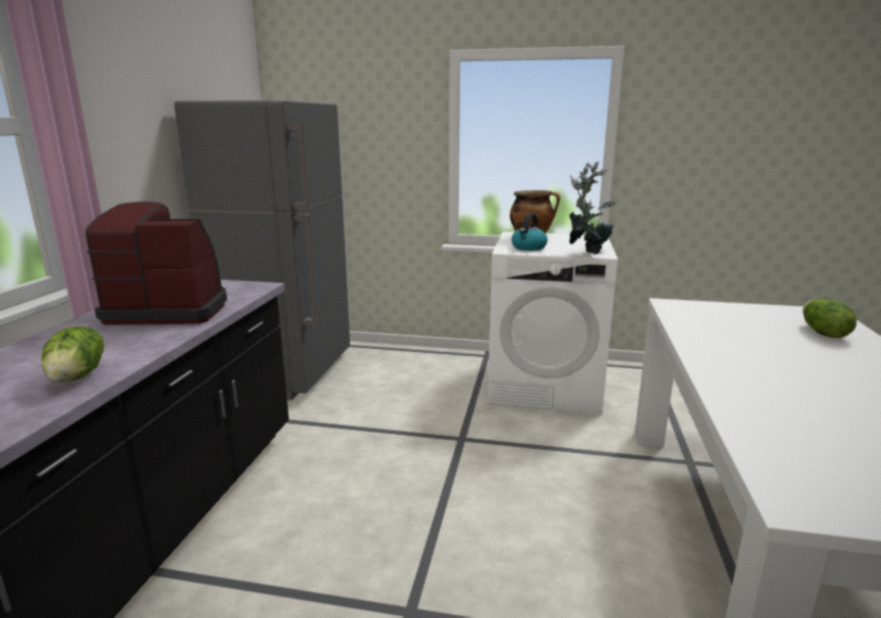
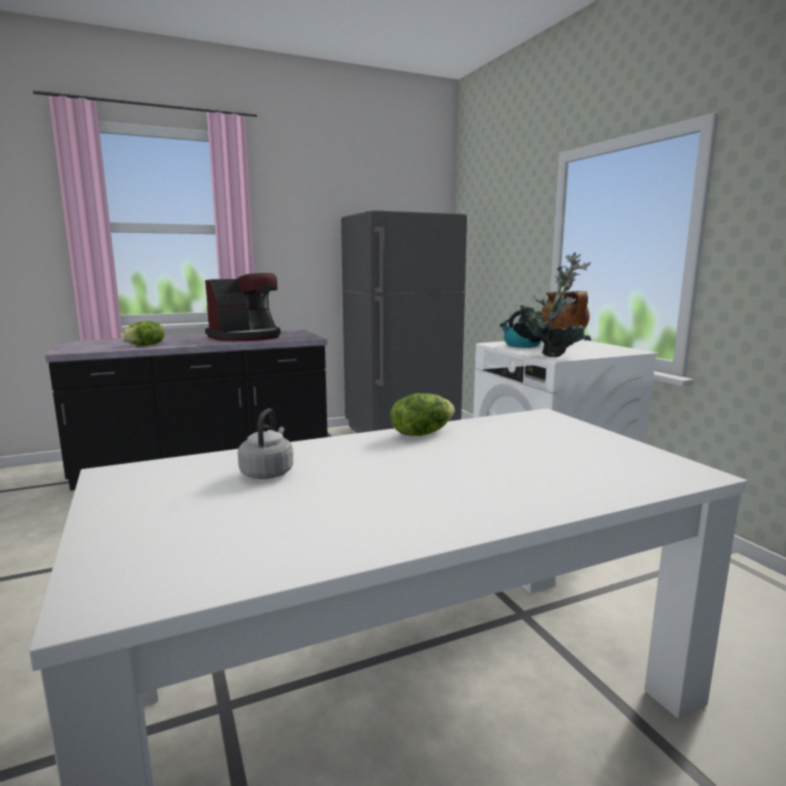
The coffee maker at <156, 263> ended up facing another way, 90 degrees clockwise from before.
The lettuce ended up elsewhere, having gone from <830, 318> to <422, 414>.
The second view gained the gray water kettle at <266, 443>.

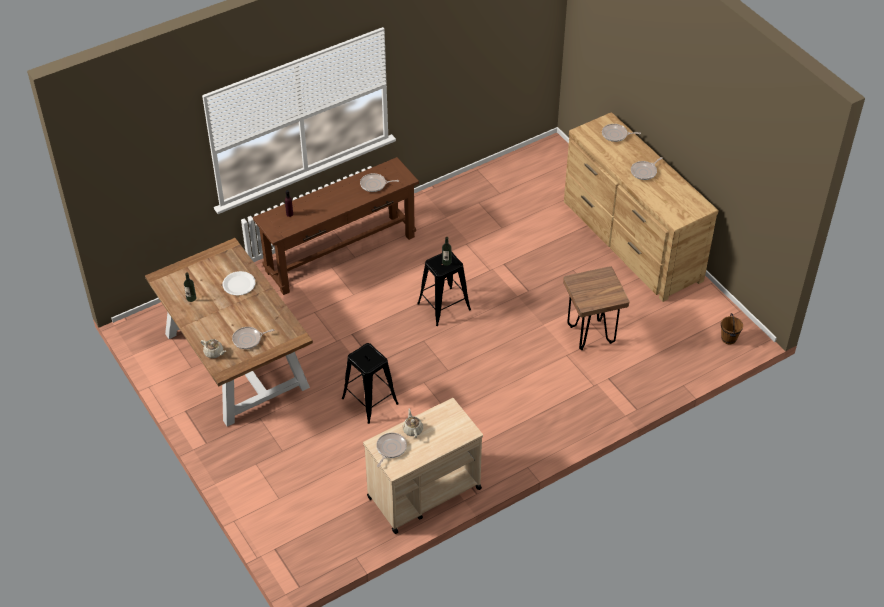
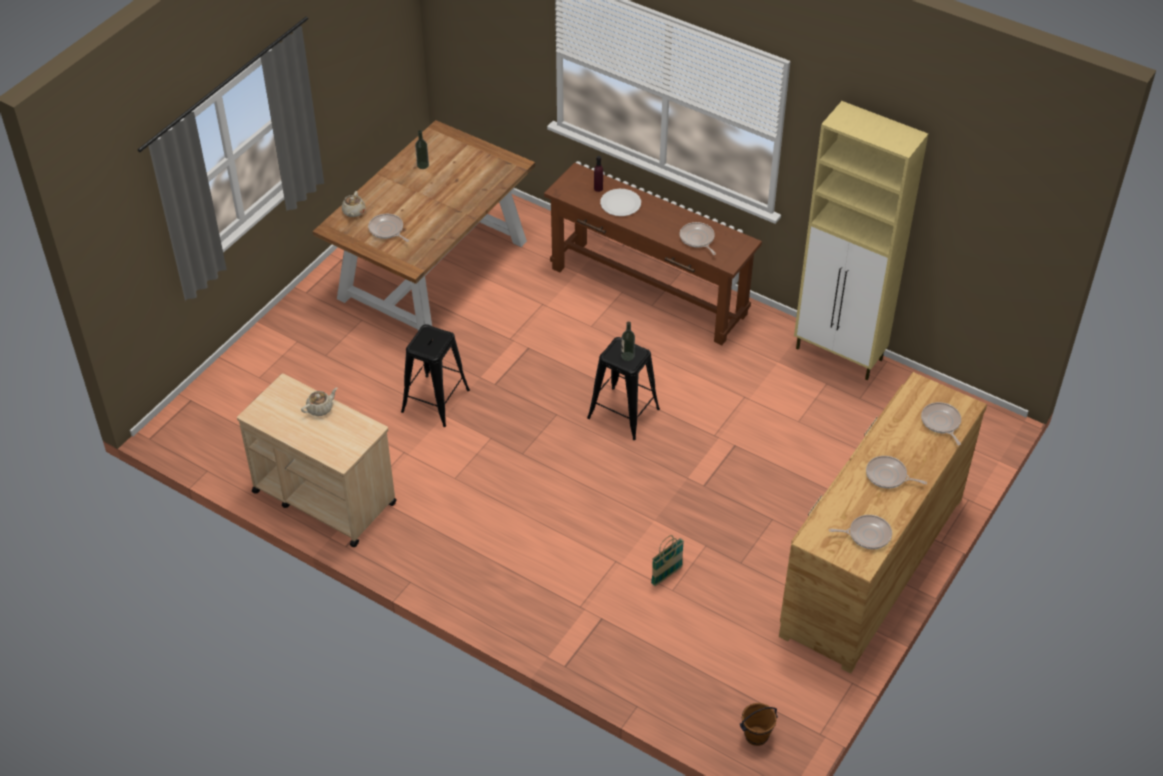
Where the brown-coloured stool seat stood at <596, 308>, the storage basket came to stand at <667, 560>.
The white-coloured plate ended up elsewhere, having gone from <239, 283> to <620, 202>.
The skillet ended up elsewhere, having gone from <391, 450> to <860, 532>.
The second view gained the beige-coloured storage cabinet at <861, 240>.

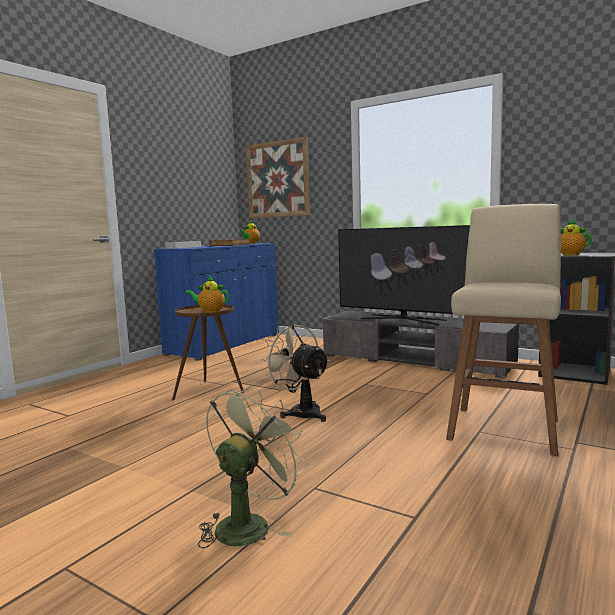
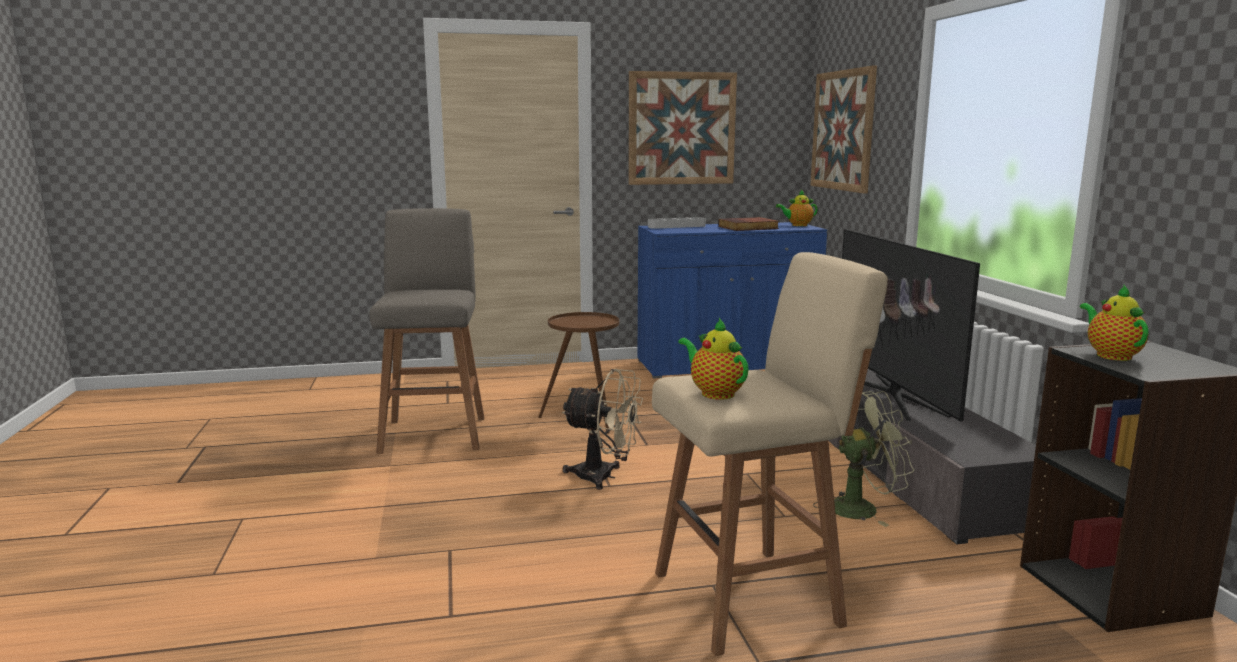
The pot for tea ended up elsewhere, having gone from <207, 294> to <713, 359>.
The beige-coloured cooling fan at <295, 373> ended up facing another way, 105 degrees clockwise from before.
The green cooling fan ended up elsewhere, having gone from <253, 466> to <864, 459>.
The second view gained the wall picture at <682, 128>.
The second view gained the gray stool seat at <427, 331>.

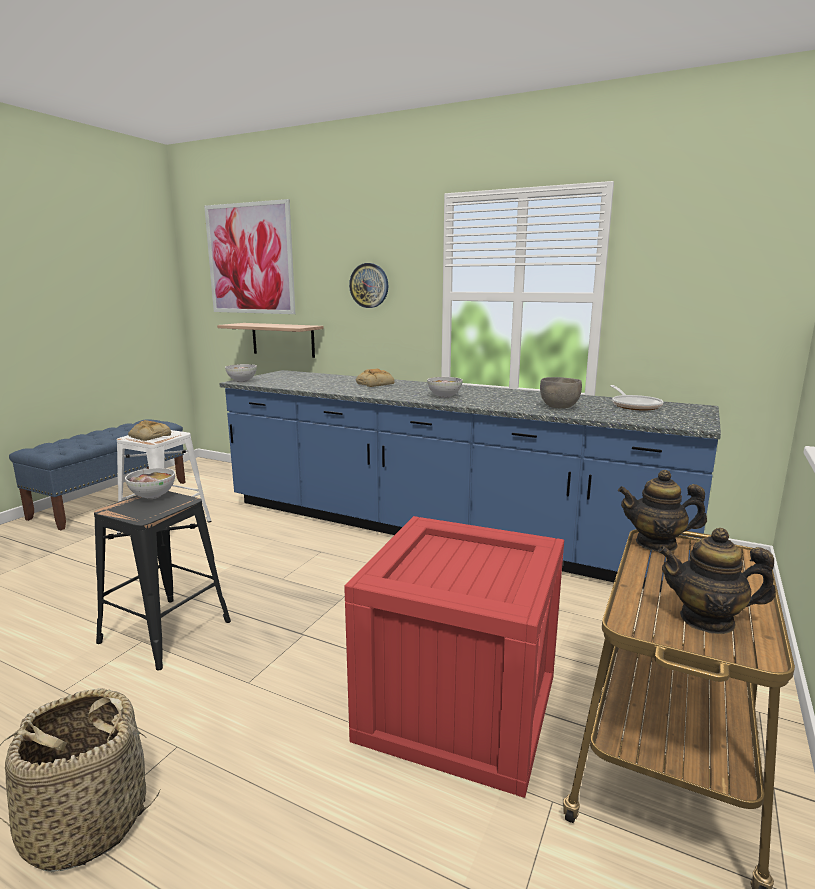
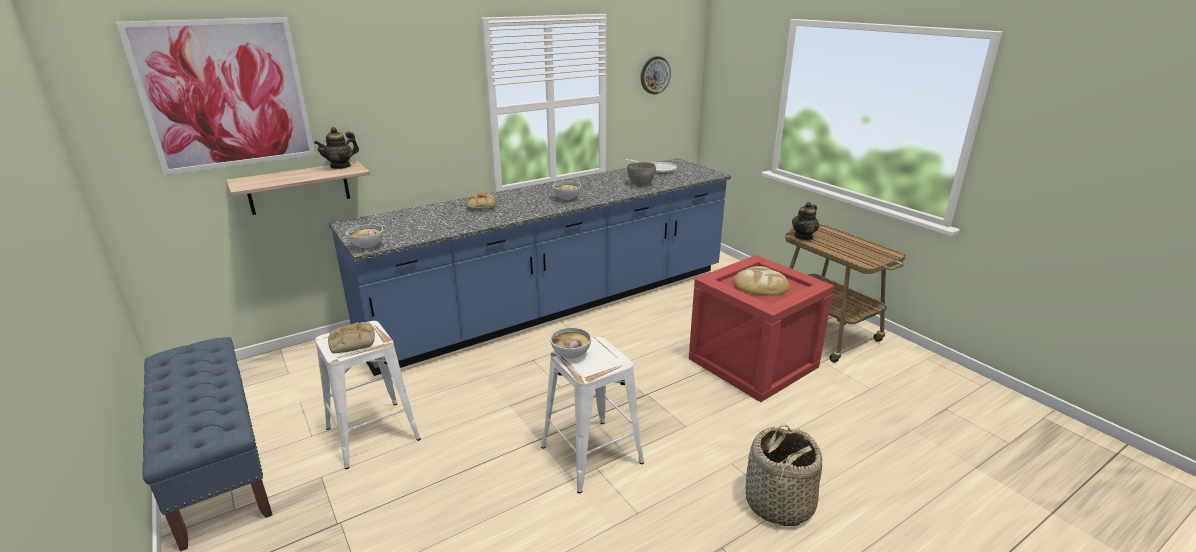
The wall clock ended up elsewhere, having gone from <368, 285> to <656, 75>.
What was the blackish stool seat at <162, 580> turned into the white-coloured stool seat at <592, 415>.
The pot for tea ended up elsewhere, having gone from <717, 581> to <336, 148>.
The second view gained the baked bread at <761, 281>.

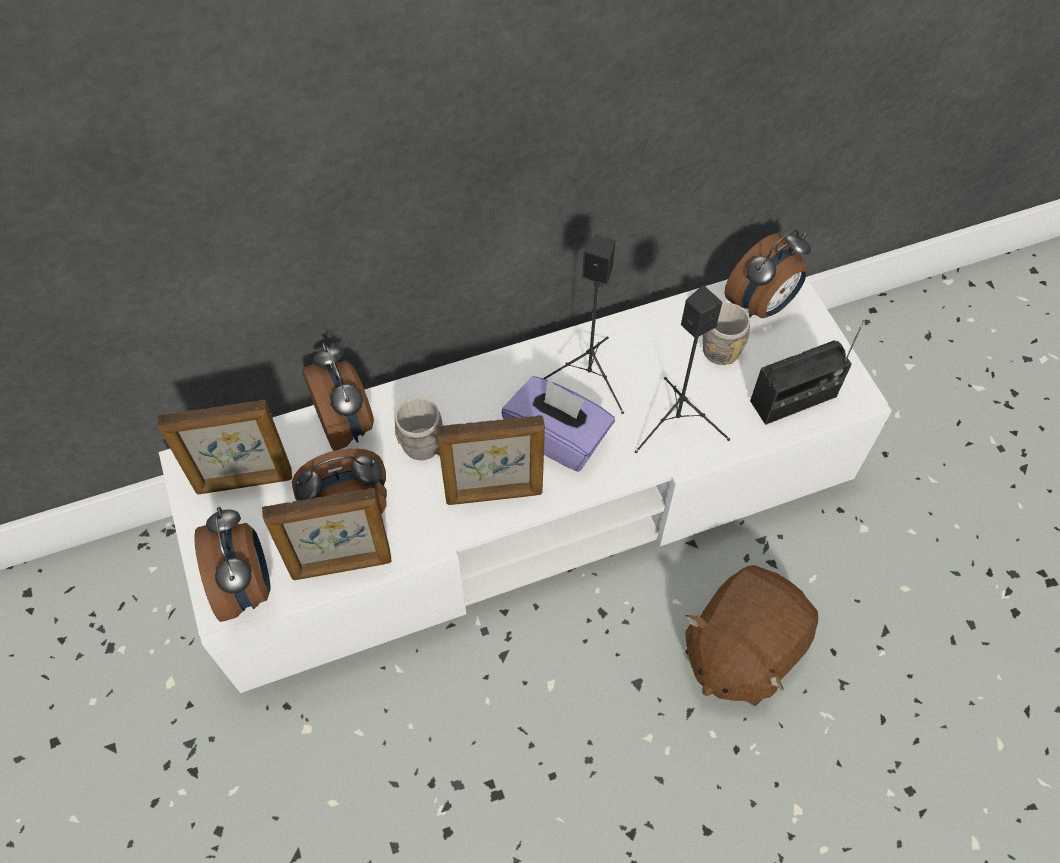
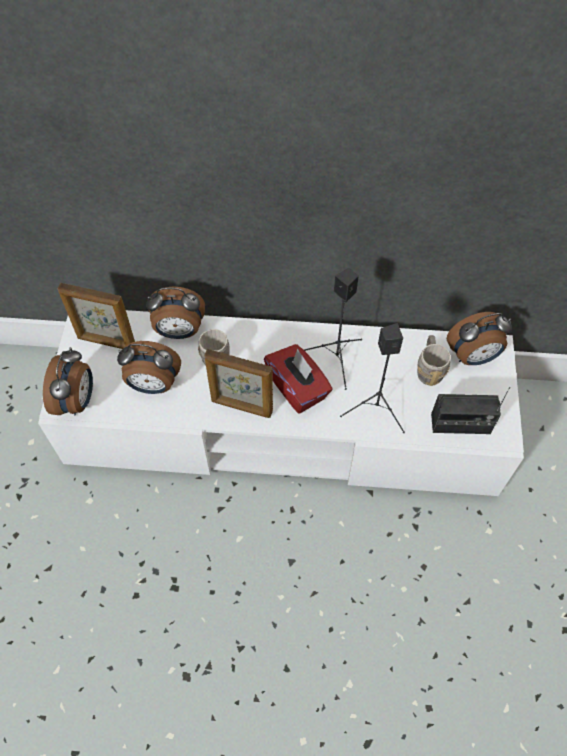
The bedside clock at <338, 397> ended up facing another way, 90 degrees clockwise from before.
What was the purple-coloured tissue box at <558, 424> turned into the red-coloured tissue box at <298, 379>.
The second view lost the picture frame at <327, 534>.
The second view lost the brown-coloured soft toy at <751, 635>.

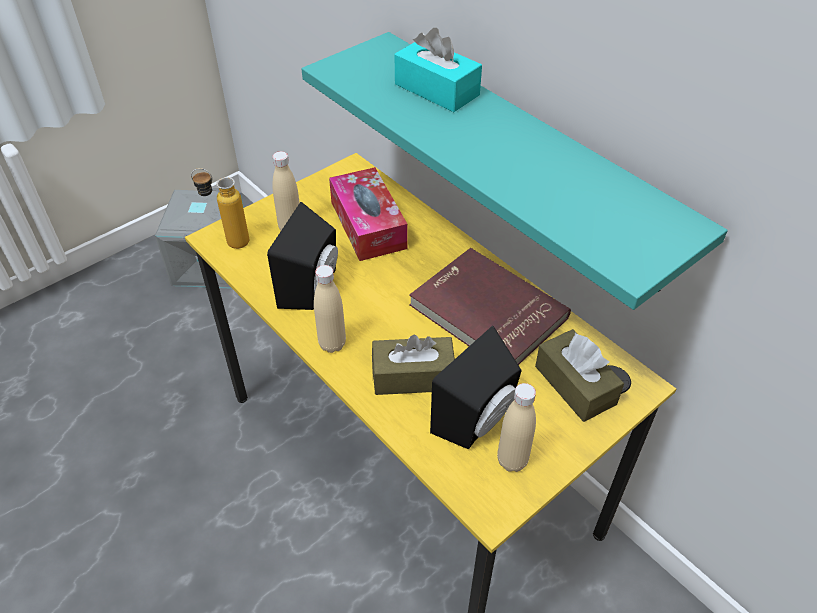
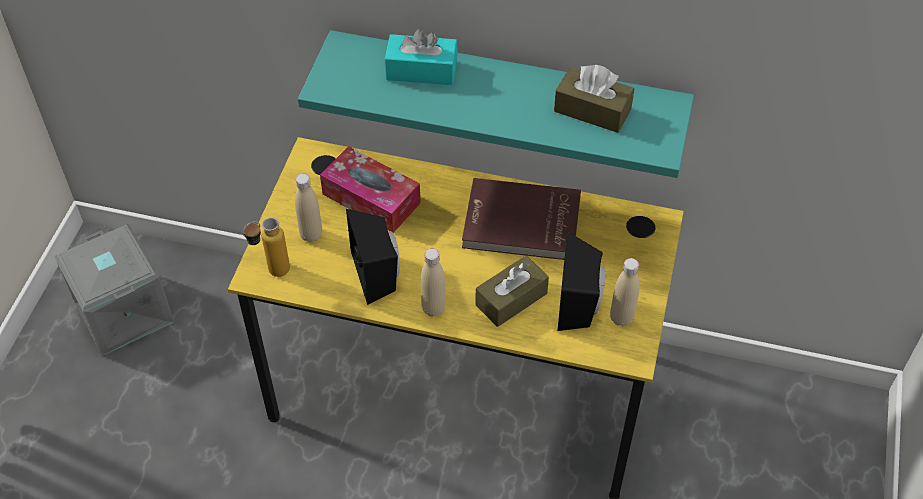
The brown-coloured tissue box ended up elsewhere, having gone from <579, 375> to <594, 99>.

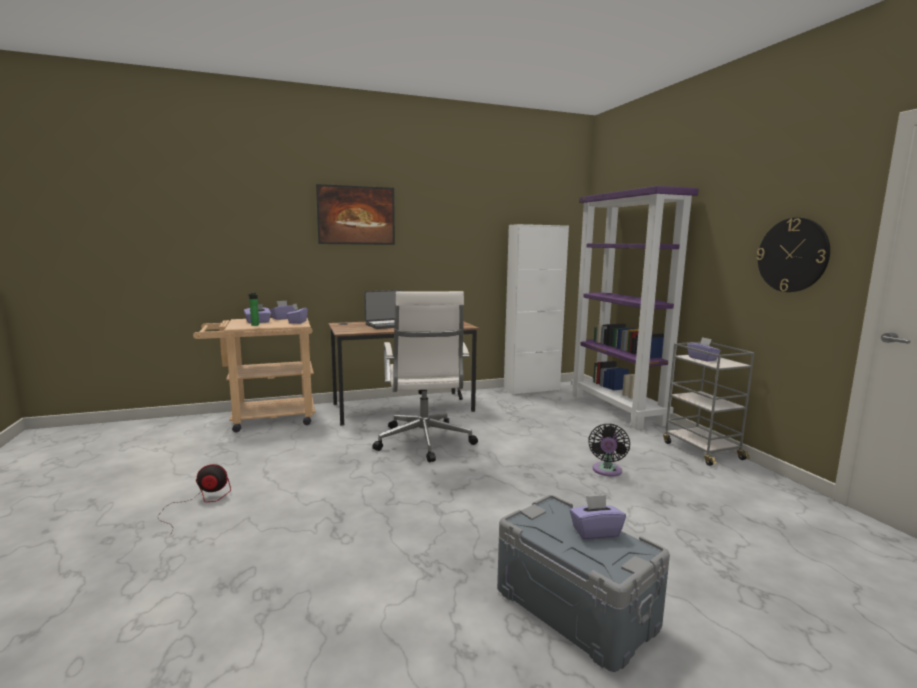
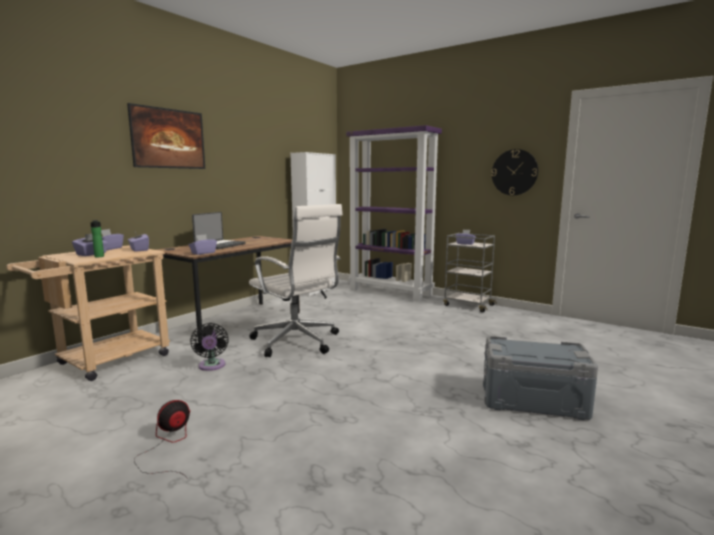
The blackish cooling fan ended up elsewhere, having gone from <609, 450> to <209, 347>.
The purple-coloured tissue box ended up elsewhere, having gone from <598, 517> to <203, 244>.

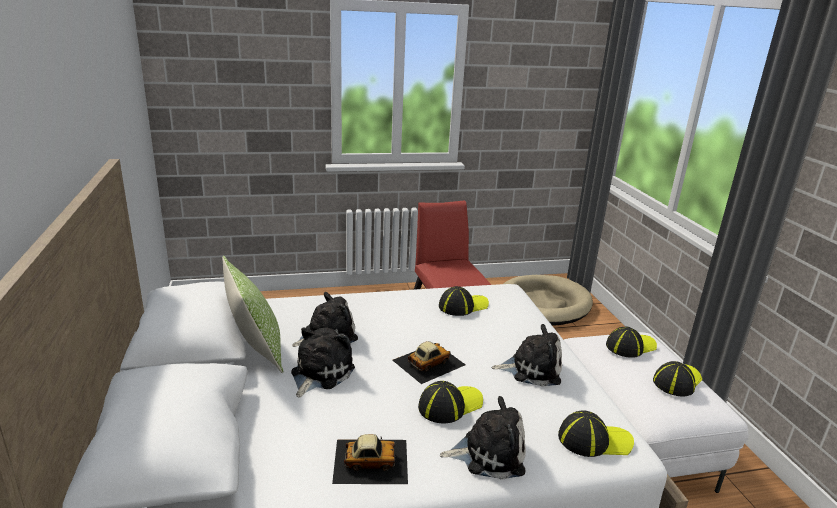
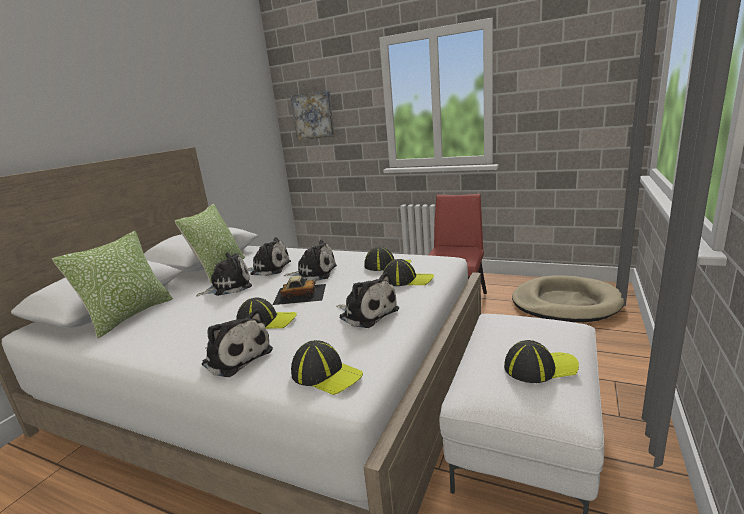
The cap ended up elsewhere, having gone from <631, 342> to <408, 272>.
The second view lost the miniature car at <370, 459>.
The second view gained the wall picture at <313, 115>.
The second view gained the throw pillow at <112, 284>.
The second view gained the soft toy at <310, 260>.

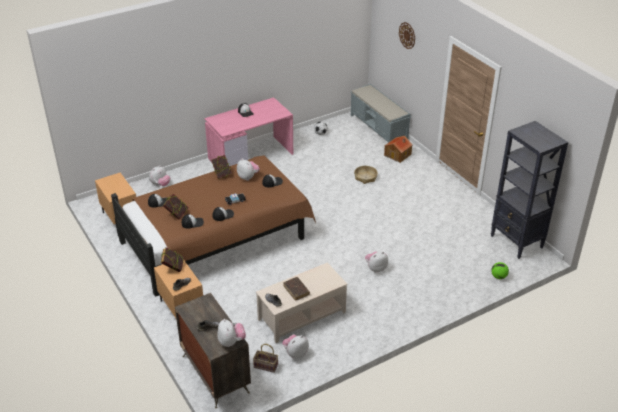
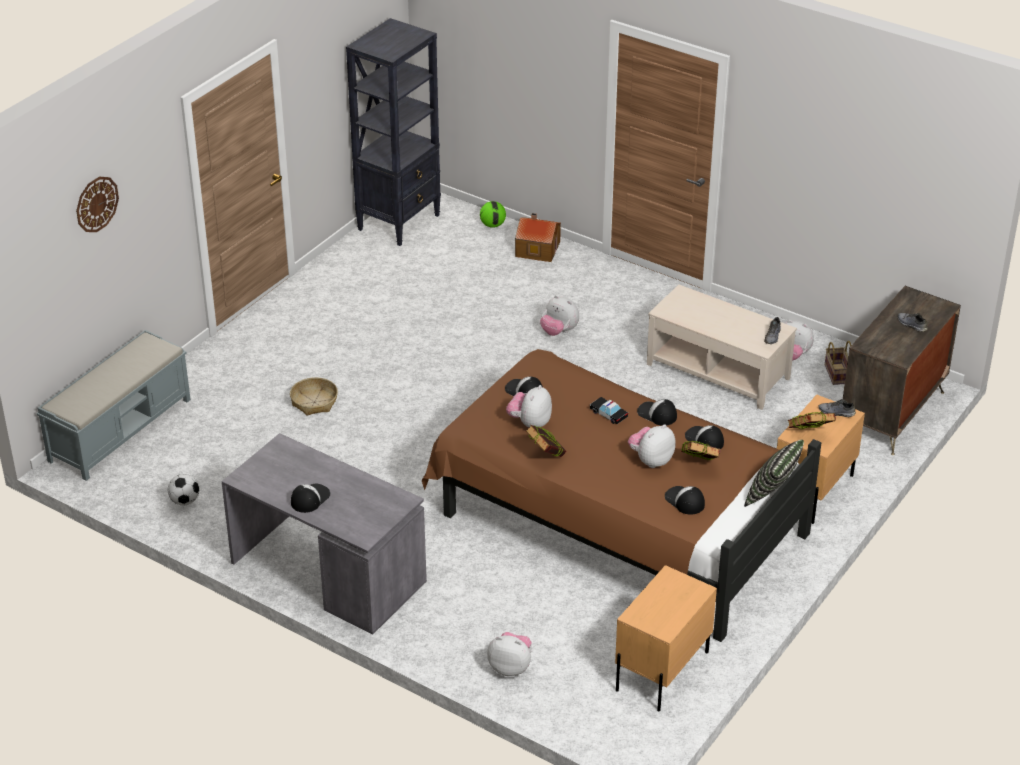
What was the pinkish desk table at <249, 131> turned into the gray desk table at <324, 534>.
The miniature house ended up elsewhere, having gone from <398, 149> to <538, 237>.
The second view lost the brown-coloured volume at <296, 289>.
The soft toy ended up elsewhere, having gone from <232, 333> to <651, 446>.
The second view gained the throw pillow at <774, 473>.

